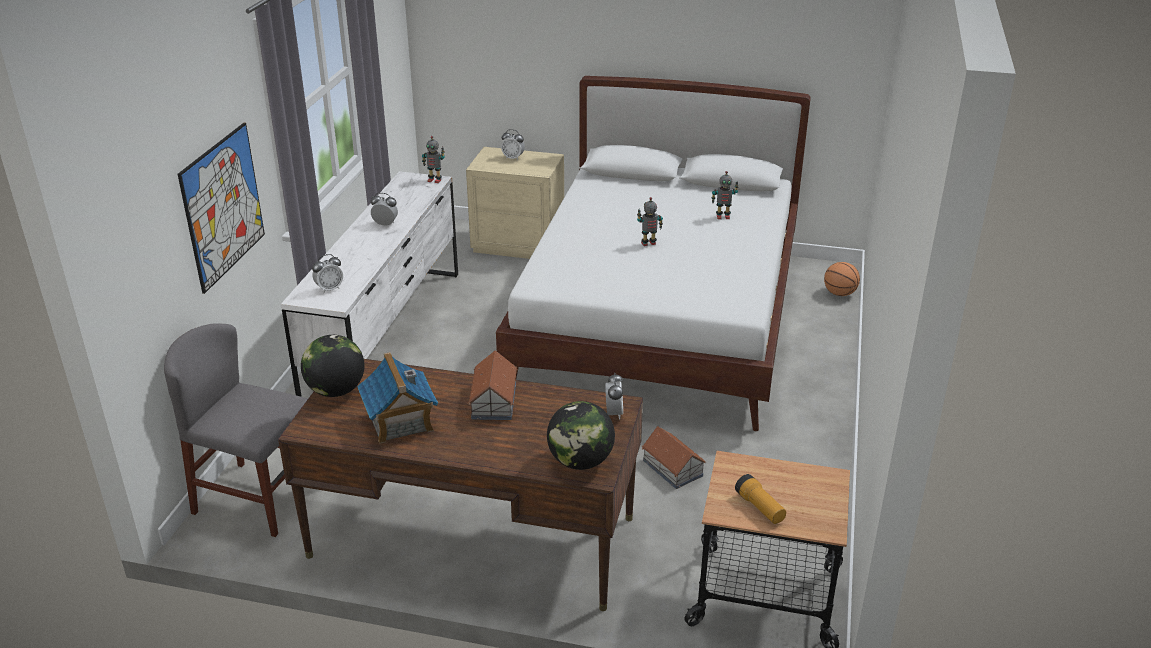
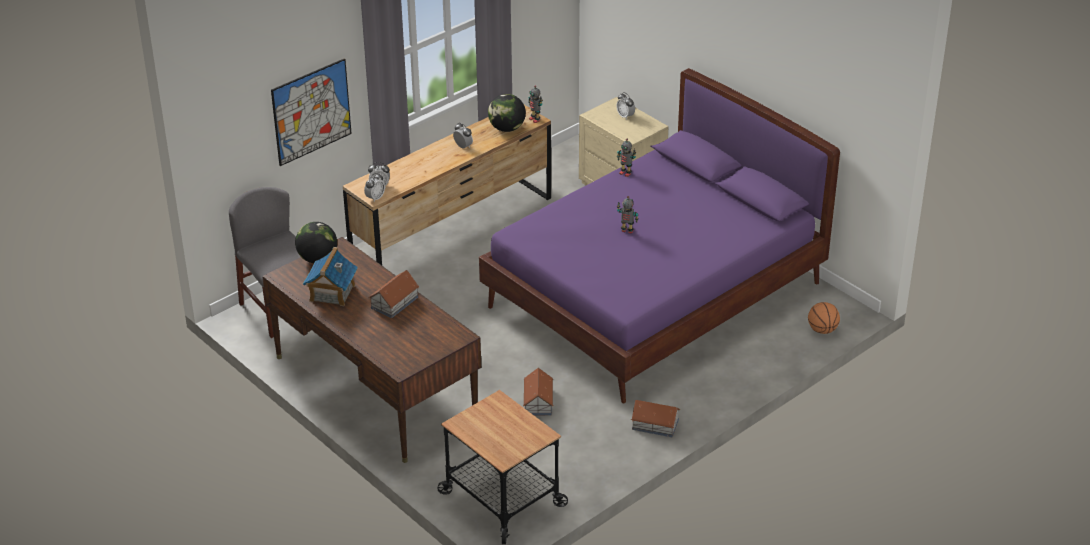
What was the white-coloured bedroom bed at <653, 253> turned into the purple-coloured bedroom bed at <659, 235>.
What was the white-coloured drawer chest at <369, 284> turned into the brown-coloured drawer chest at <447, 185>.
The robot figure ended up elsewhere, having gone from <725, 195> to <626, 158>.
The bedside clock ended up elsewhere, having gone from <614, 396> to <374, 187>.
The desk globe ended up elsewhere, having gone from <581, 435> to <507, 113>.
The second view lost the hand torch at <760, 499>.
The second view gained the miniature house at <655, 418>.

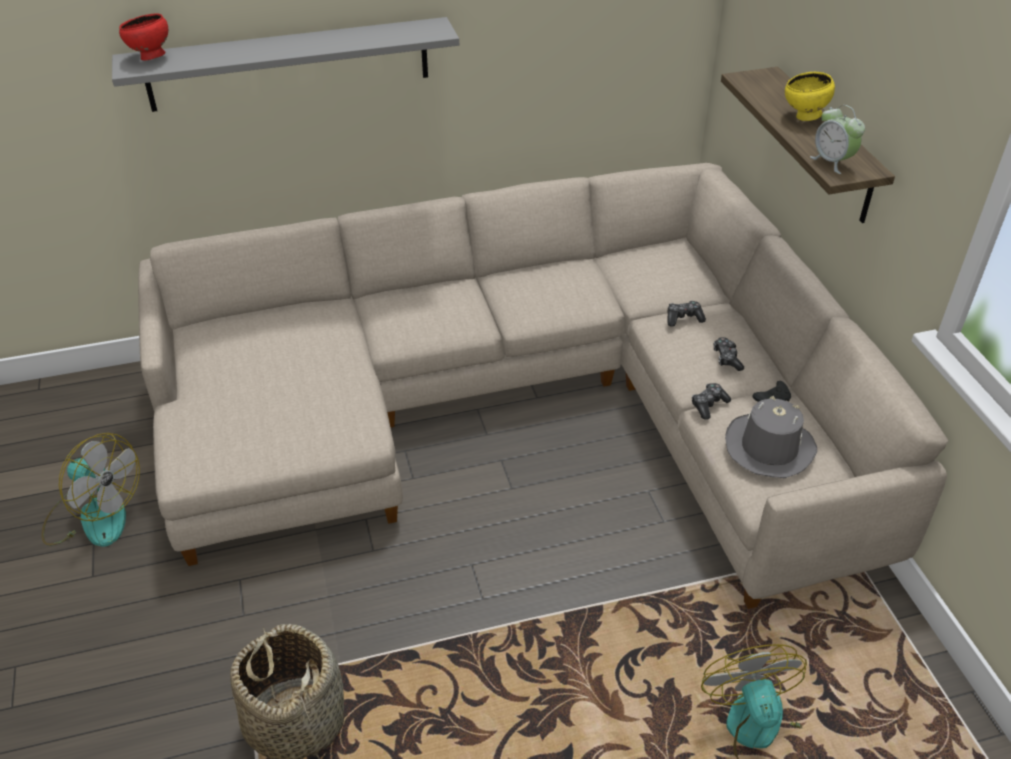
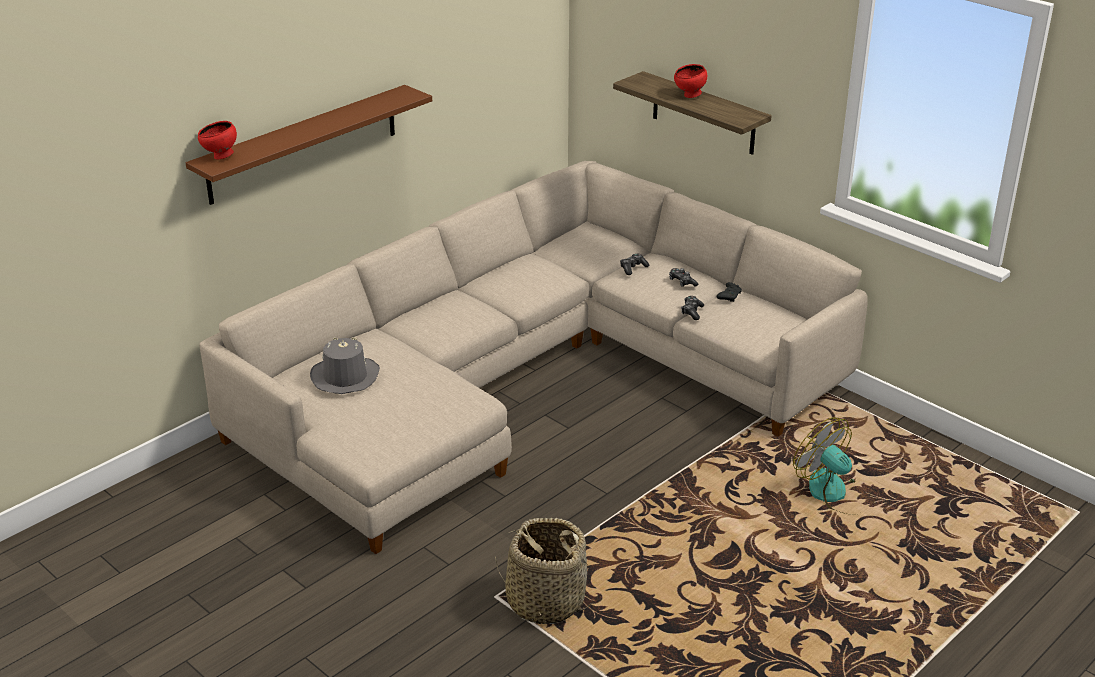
What was the gray wall shelf at <285, 64> turned into the brown-coloured wall shelf at <309, 145>.
What was the yellowish serving bowl at <810, 96> turned into the red-coloured serving bowl at <690, 81>.
The second view lost the bedside clock at <837, 139>.
The gray wearable hat ended up elsewhere, having gone from <771, 437> to <345, 365>.
The second view lost the cooling fan at <91, 490>.

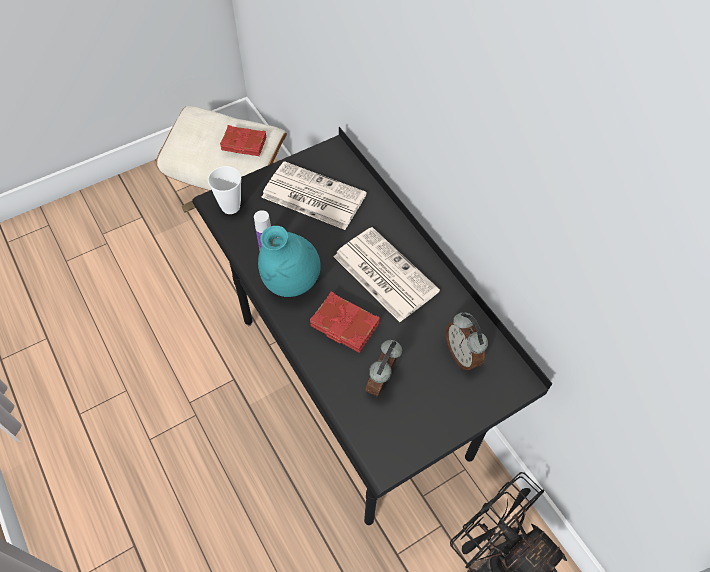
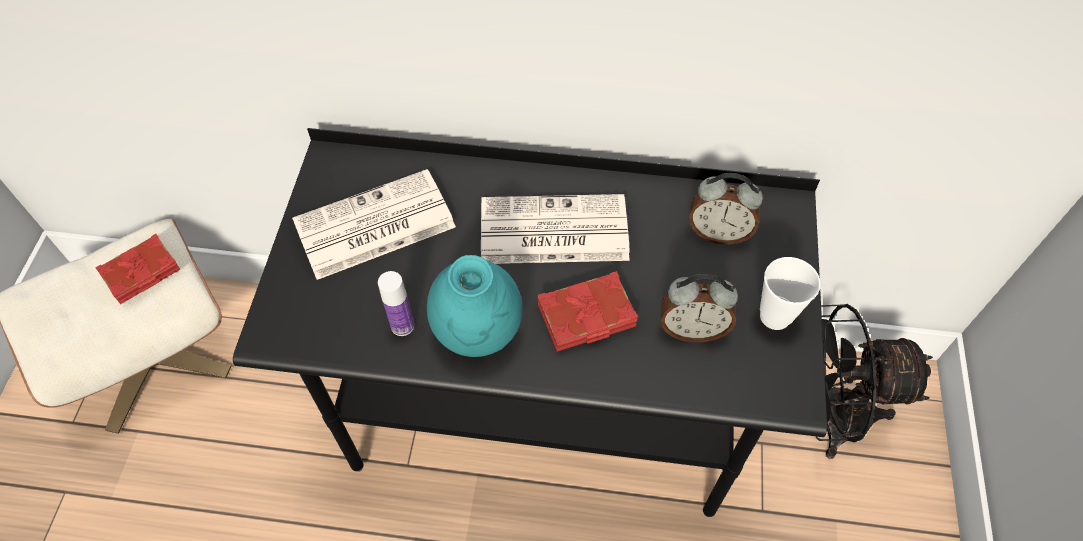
The cup ended up elsewhere, having gone from <224, 190> to <790, 293>.
The bedside clock at <383, 368> ended up facing another way, 60 degrees counterclockwise from before.

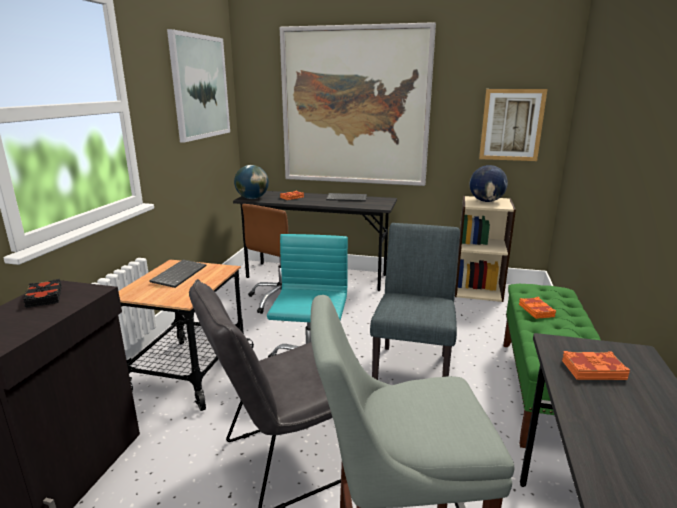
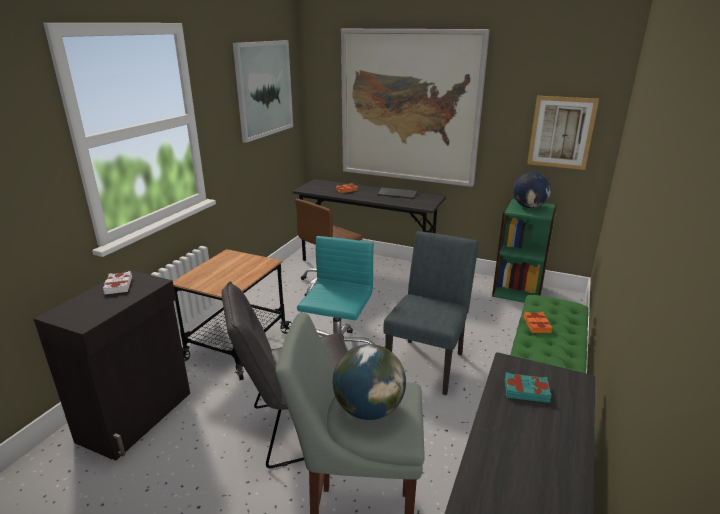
The desk globe ended up elsewhere, having gone from <251, 182> to <369, 382>.
What was the beige-coloured bookcase at <485, 249> turned into the green bookcase at <524, 251>.
The second view lost the PC keyboard at <177, 274>.
What was the blackish volume at <42, 293> turned into the white-coloured volume at <117, 282>.
What was the orange-coloured volume at <596, 365> turned into the blue-green volume at <528, 387>.

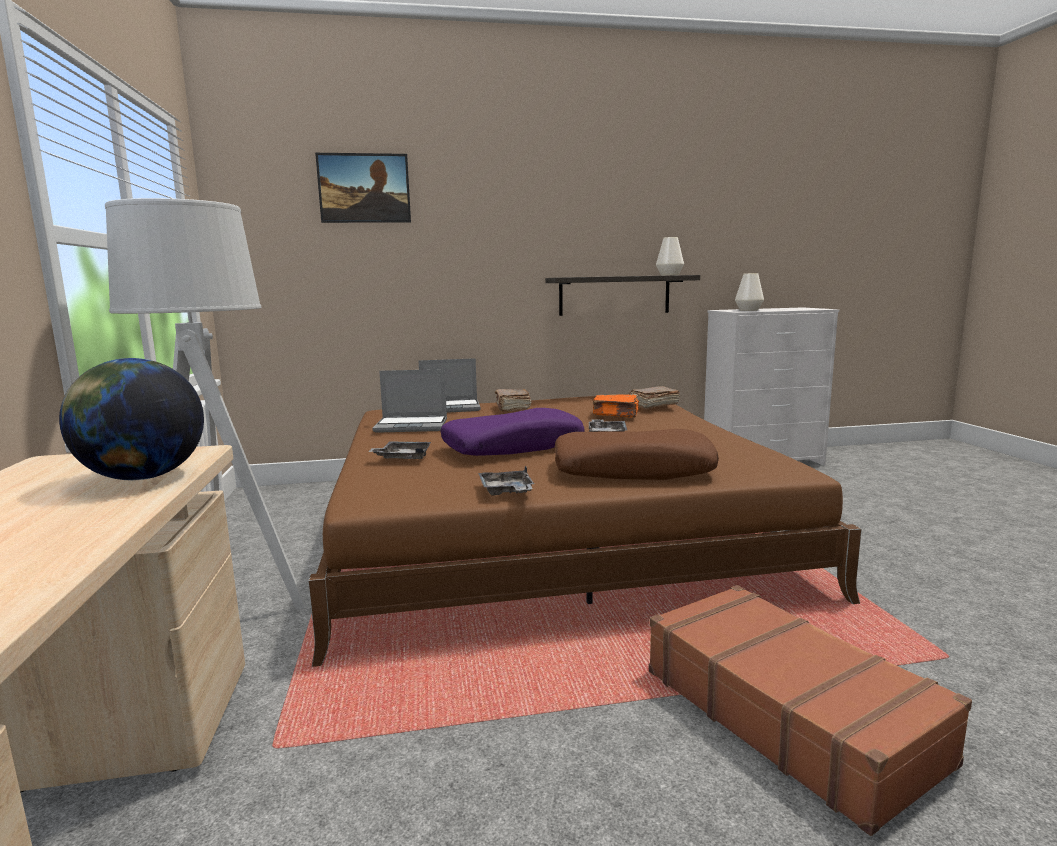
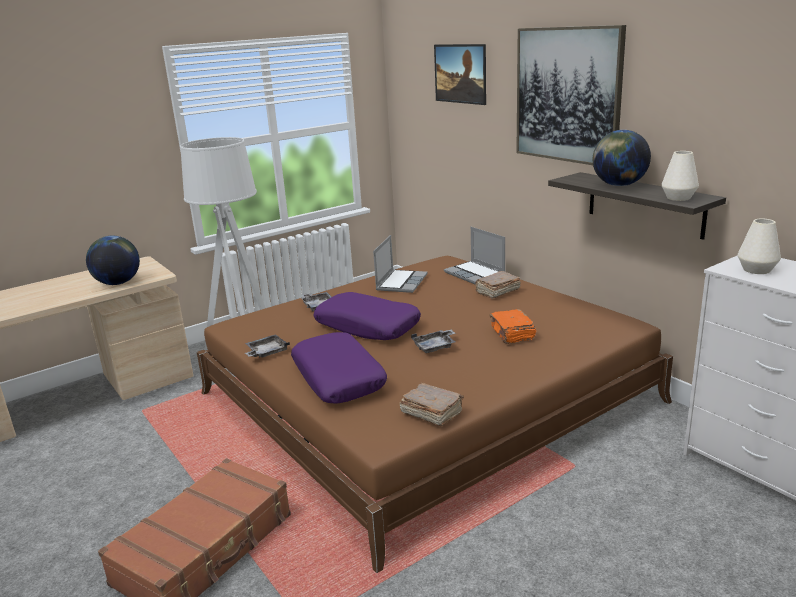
The laptop at <409, 401> ended up facing another way, 135 degrees counterclockwise from before.
The brown-coloured volume ended up elsewhere, having gone from <654, 398> to <432, 404>.
What was the brown-coloured throw pillow at <637, 454> turned into the purple-coloured throw pillow at <339, 367>.
The second view gained the wall picture at <571, 95>.
The second view gained the desk globe at <622, 158>.

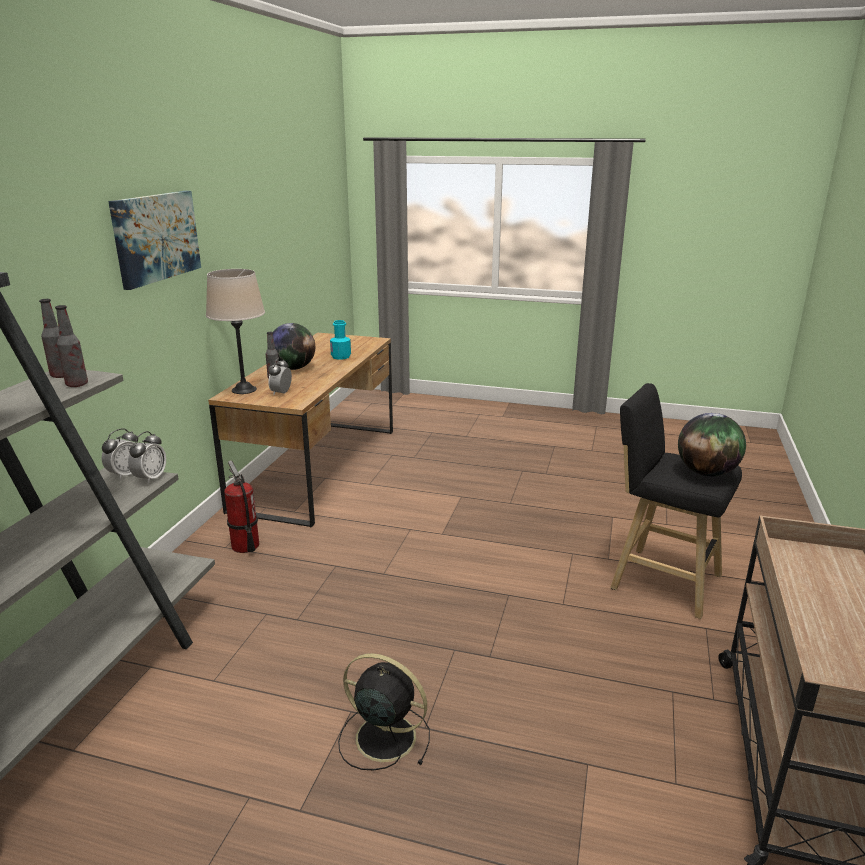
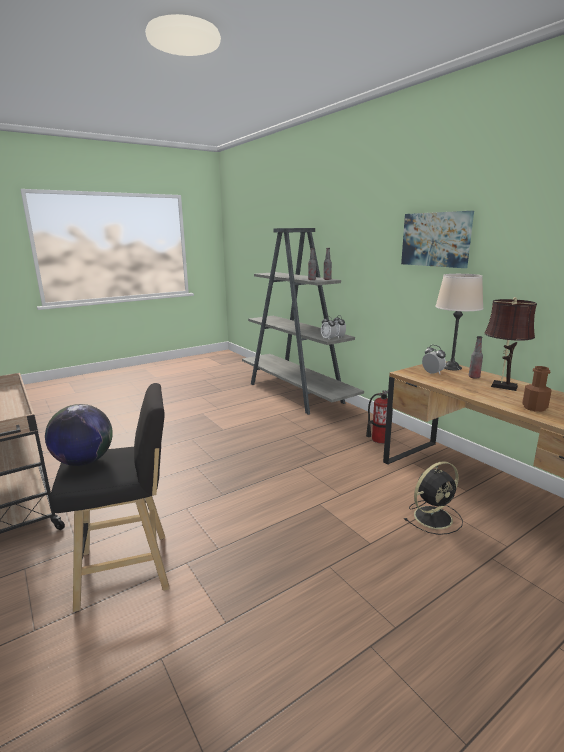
What was the blue-green bottle at <340, 340> turned into the brown-coloured bottle at <536, 389>.
Where the desk globe stood at <294, 346>, the brown-coloured lamp for a table came to stand at <511, 344>.
The blackish cooling fan ended up elsewhere, having gone from <384, 711> to <433, 498>.

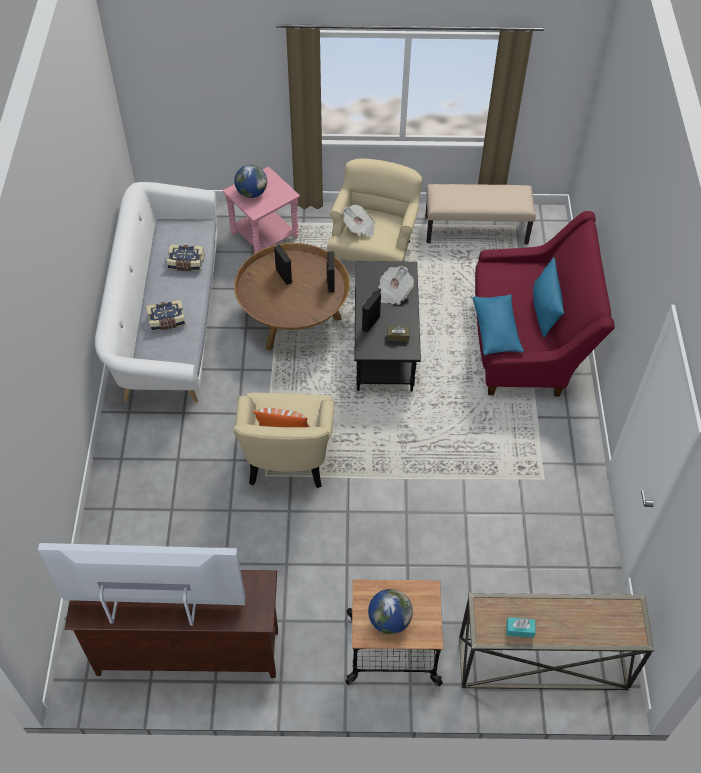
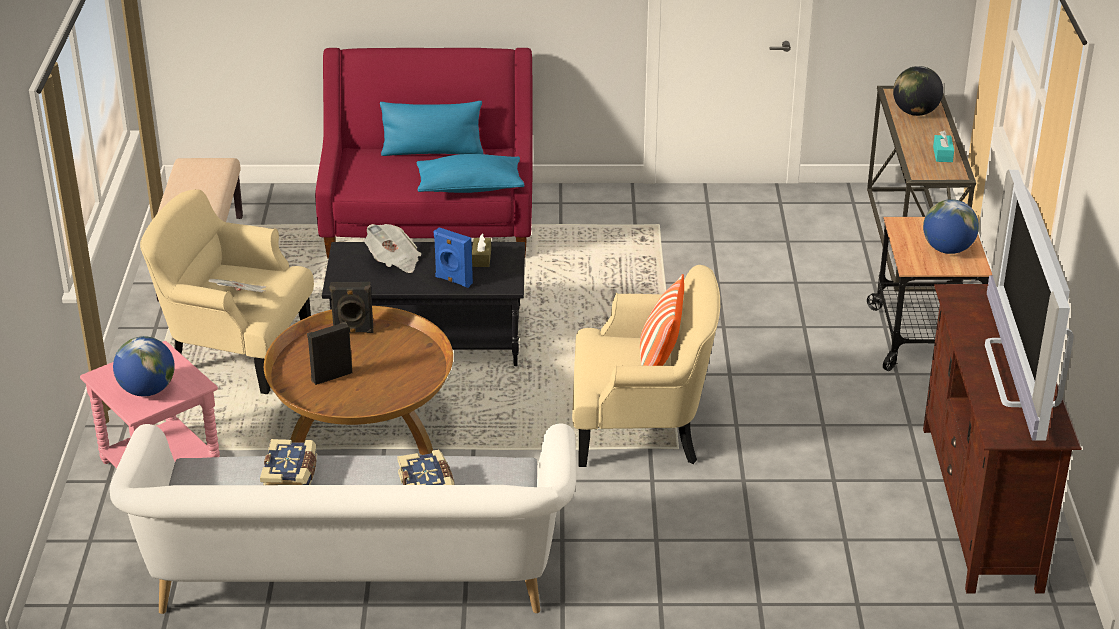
What was the blackish loudspeaker at <371, 311> turned into the bluish loudspeaker at <453, 257>.
The second view gained the desk globe at <918, 91>.

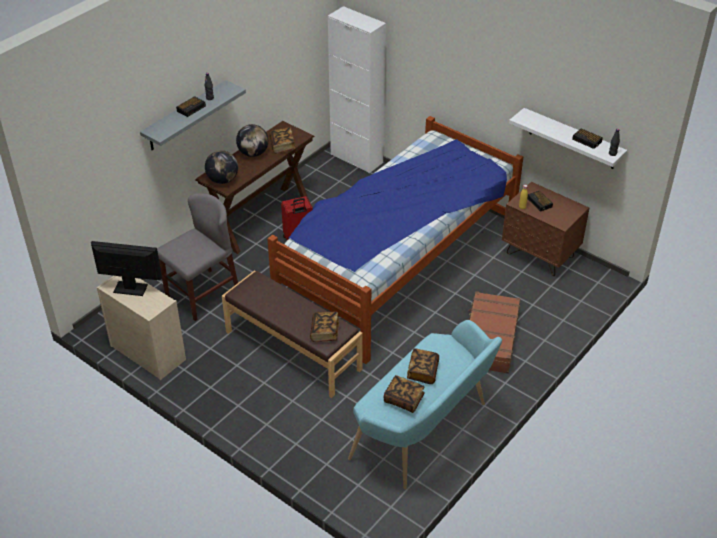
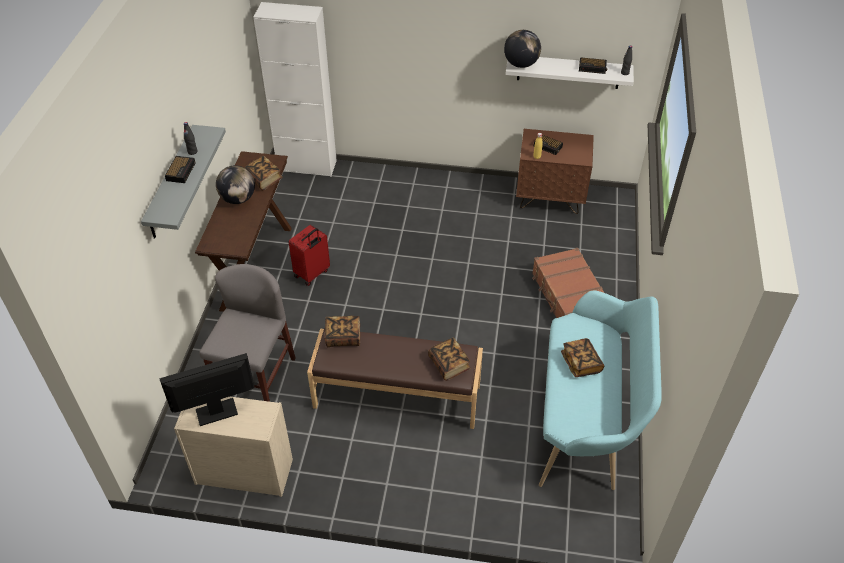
The second view lost the bedroom bed at <395, 240>.
The desk globe ended up elsewhere, having gone from <221, 167> to <522, 49>.
The volume ended up elsewhere, having gone from <404, 394> to <342, 331>.

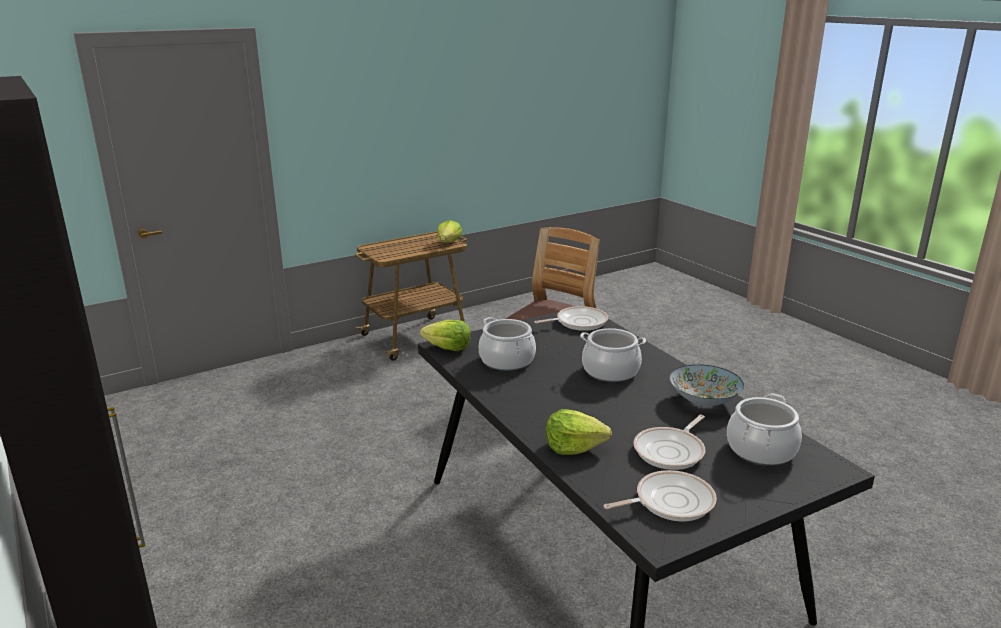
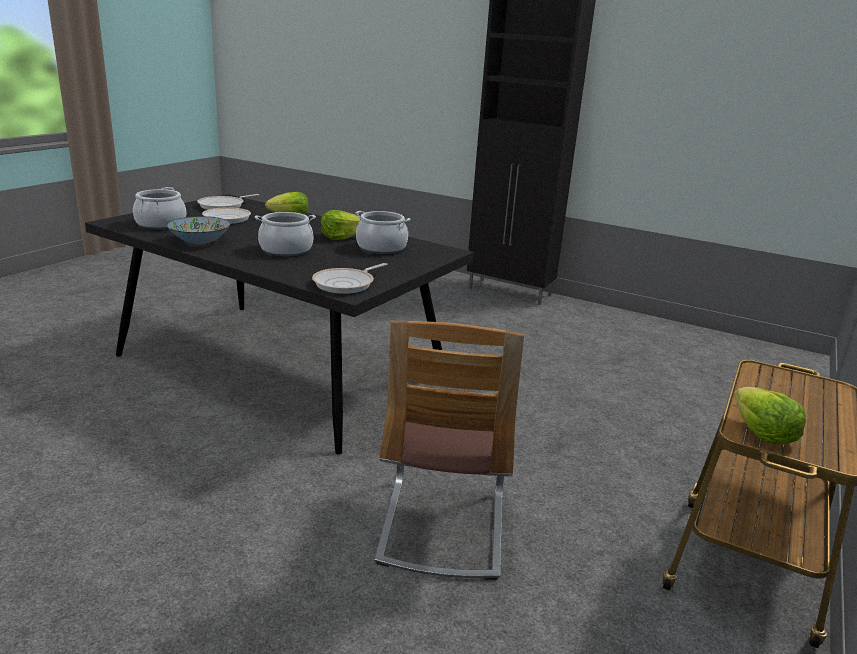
The lettuce ended up elsewhere, having gone from <445, 335> to <340, 225>.

